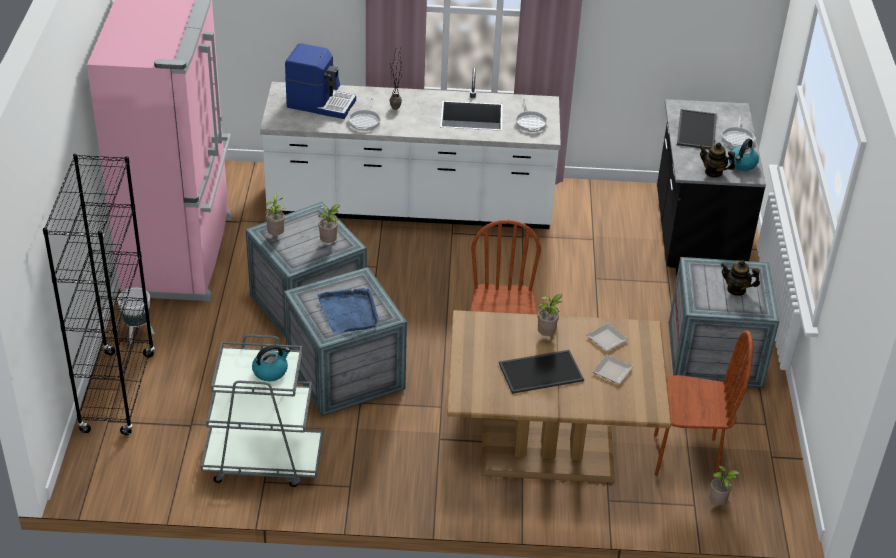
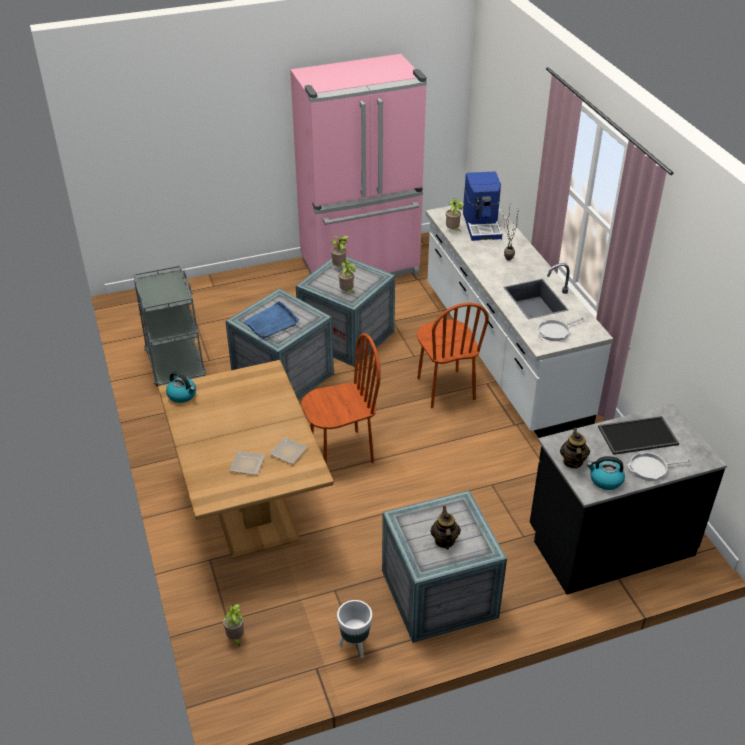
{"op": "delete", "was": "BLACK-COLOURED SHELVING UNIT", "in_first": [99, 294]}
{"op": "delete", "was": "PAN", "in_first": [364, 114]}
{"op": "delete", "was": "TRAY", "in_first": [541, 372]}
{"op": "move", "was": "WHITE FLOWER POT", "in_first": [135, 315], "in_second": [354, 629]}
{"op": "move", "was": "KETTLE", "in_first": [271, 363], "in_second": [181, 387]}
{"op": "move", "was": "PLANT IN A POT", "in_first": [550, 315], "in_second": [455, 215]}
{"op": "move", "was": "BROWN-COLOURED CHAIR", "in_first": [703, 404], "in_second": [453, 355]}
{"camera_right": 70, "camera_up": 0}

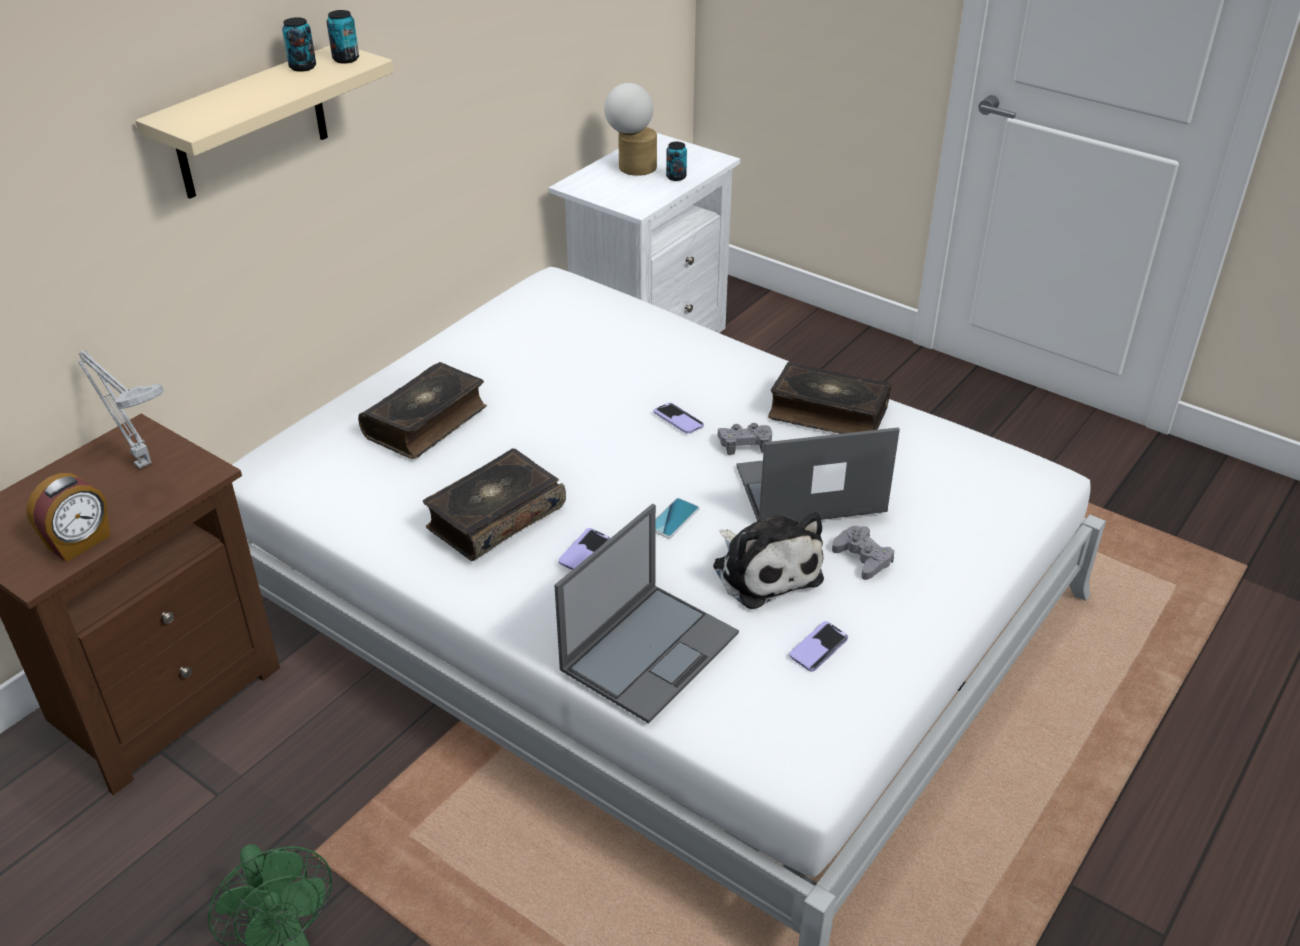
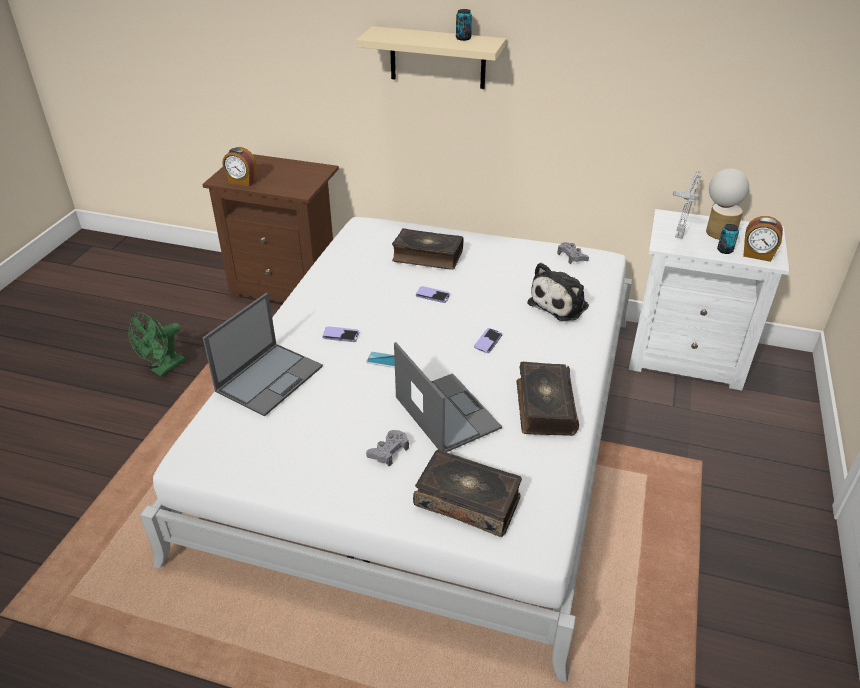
{"op": "delete", "was": "SEALED CAN", "in_first": [343, 37]}
{"op": "insert", "now": "TABLE CLOCK", "in_second": [763, 239]}
{"op": "move", "was": "GREY LAMP FOR A TABLE", "in_first": [121, 410], "in_second": [687, 205]}
{"op": "move", "was": "VOLUME", "in_first": [494, 504], "in_second": [467, 493]}
{"op": "move", "was": "CUDDLY TOY", "in_first": [768, 560], "in_second": [558, 291]}
{"op": "move", "was": "GREY JOYPAD", "in_first": [745, 439], "in_second": [573, 253]}
{"op": "move", "was": "TELEPHONE", "in_first": [818, 646], "in_second": [433, 294]}
{"op": "rotate", "was": "LAPTOP", "in_first": [646, 614], "in_second": [262, 355], "clockwise": -75}
{"camera_right": 70, "camera_up": 0}

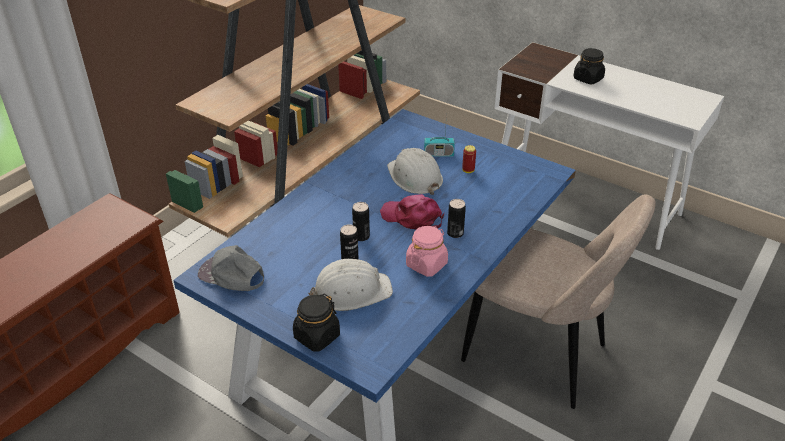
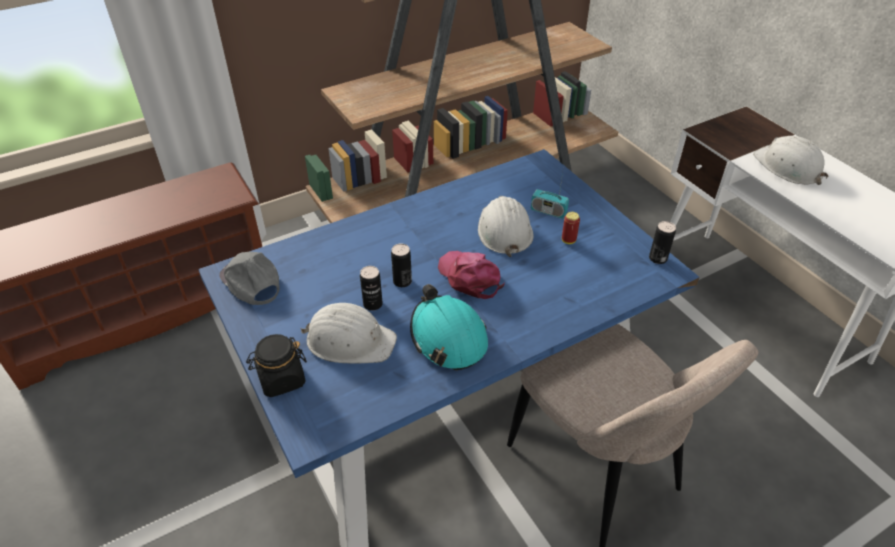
{"op": "move", "was": "SEALED CAN", "in_first": [456, 218], "in_second": [662, 242]}
{"op": "replace", "was": "PINKISH PRESERVE JAR", "now": "TURQUOISE SAFETY HELMET", "in_first": [427, 251], "in_second": [449, 327]}
{"op": "replace", "was": "BLACK-COLOURED PRESERVE JAR", "now": "WHITE SAFETY HELMET", "in_first": [589, 66], "in_second": [790, 160]}
{"camera_right": 25, "camera_up": 5}

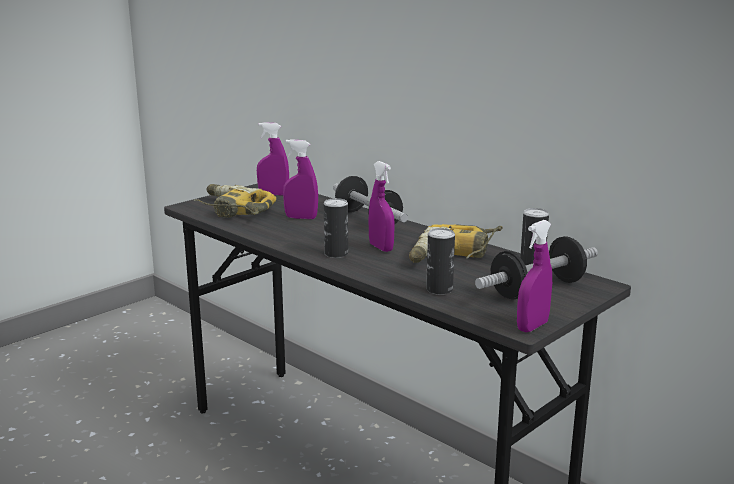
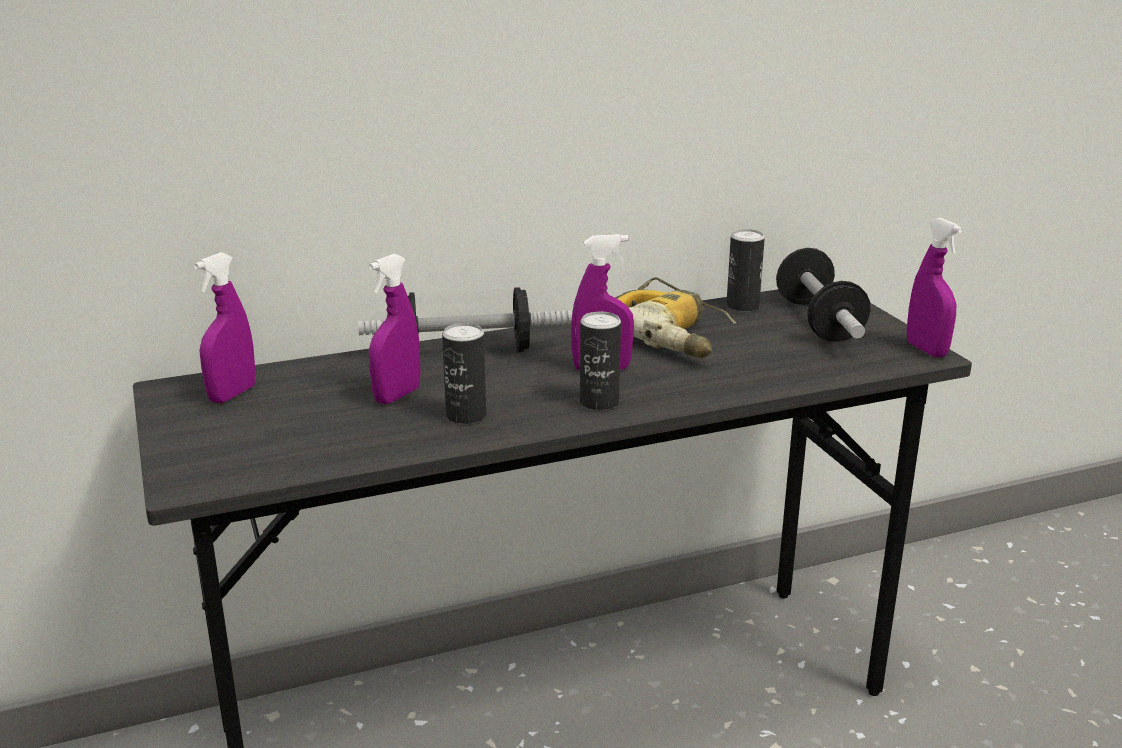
{"op": "delete", "was": "POWER DRILL", "in_first": [235, 201]}
{"op": "move", "was": "SEALED CAN", "in_first": [440, 261], "in_second": [464, 373]}
{"camera_right": -65, "camera_up": 5}

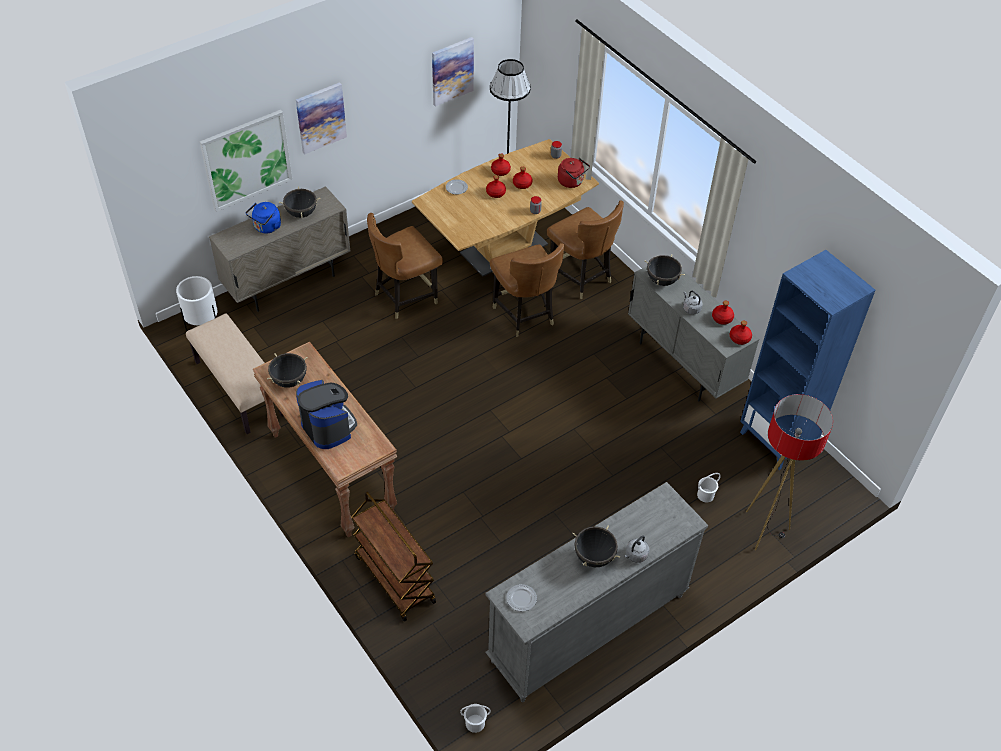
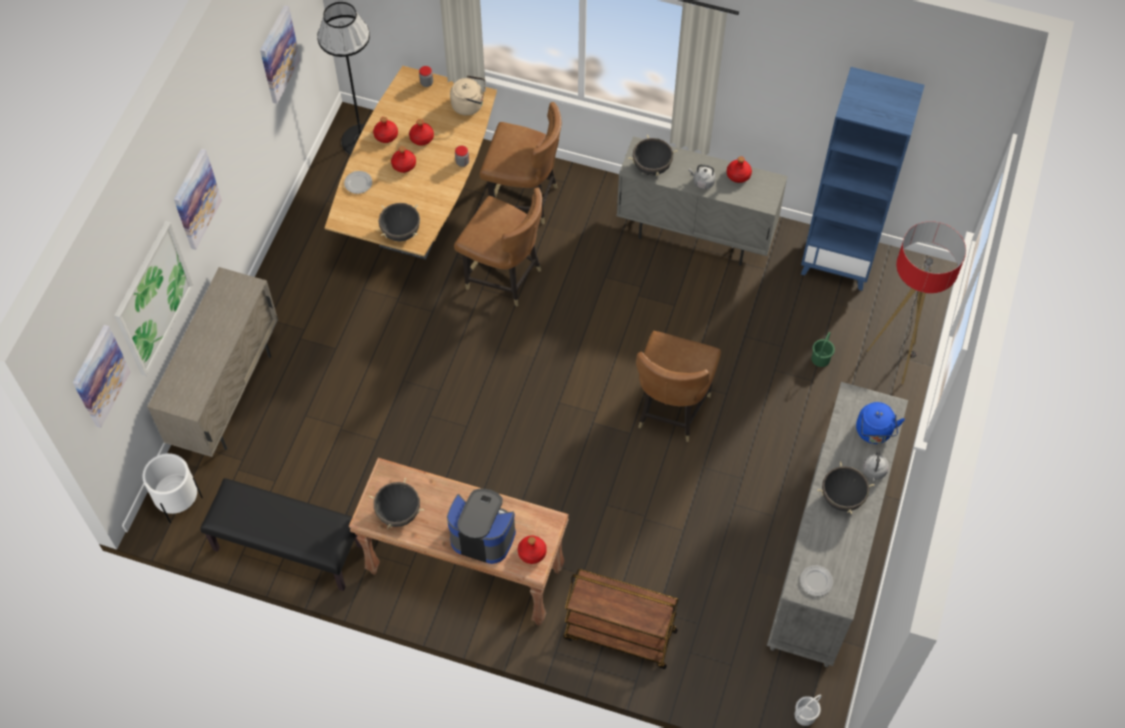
{"op": "insert", "now": "WALL PICTURE", "in_second": [102, 376]}
{"op": "move", "was": "BLUISH KETTLE", "in_first": [263, 217], "in_second": [880, 423]}
{"op": "move", "was": "BLACK-COLOURED COOKING POT", "in_first": [300, 202], "in_second": [399, 222]}
{"op": "move", "was": "BROWN-COLOURED CHAIR", "in_first": [405, 266], "in_second": [678, 386]}
{"op": "move", "was": "REDDISH BEVERAGE BOTTLE", "in_first": [741, 332], "in_second": [532, 550]}
{"op": "recolor", "was": "SAND-COLOURED INDOOR BENCH", "now": "BLACK-COLOURED INDOOR BENCH", "in_first": [234, 373], "in_second": [281, 534]}
{"op": "recolor", "was": "REDDISH KETTLE", "now": "SAND-COLOURED KETTLE", "in_first": [574, 173], "in_second": [468, 95]}
{"op": "recolor", "was": "WHITE BUCKET", "now": "GREEN-COLOURED BUCKET", "in_first": [709, 487], "in_second": [823, 349]}
{"camera_right": -35, "camera_up": 10}

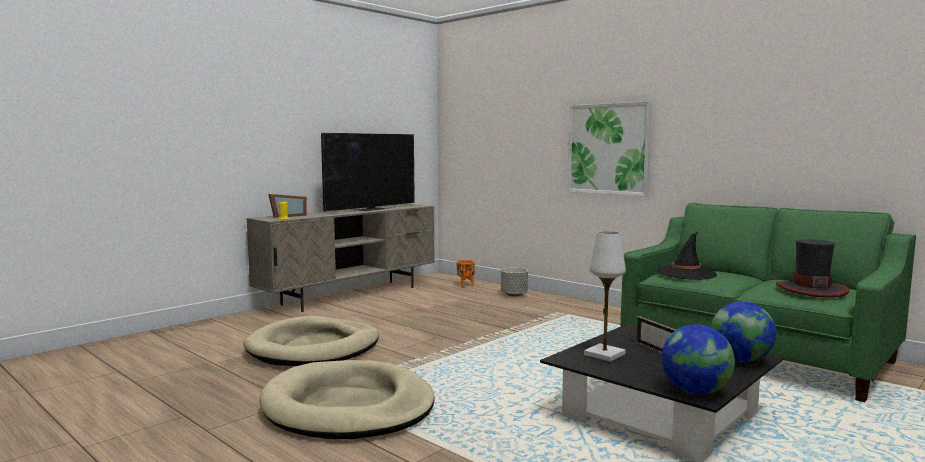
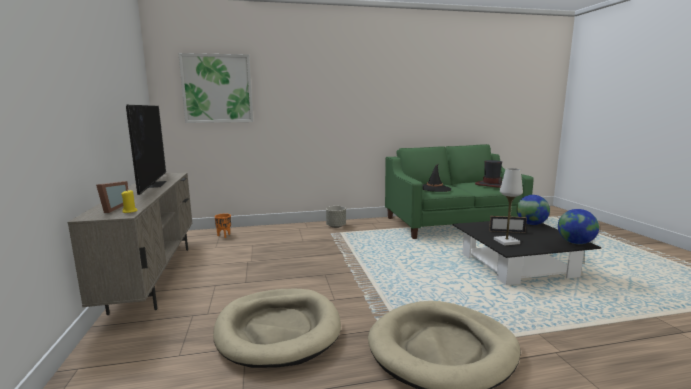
{"op": "move", "was": "GREY FLOWER POT", "in_first": [514, 282], "in_second": [336, 217]}
{"op": "move", "was": "WALL PICTURE", "in_first": [609, 149], "in_second": [215, 88]}
{"camera_right": -55, "camera_up": 5}

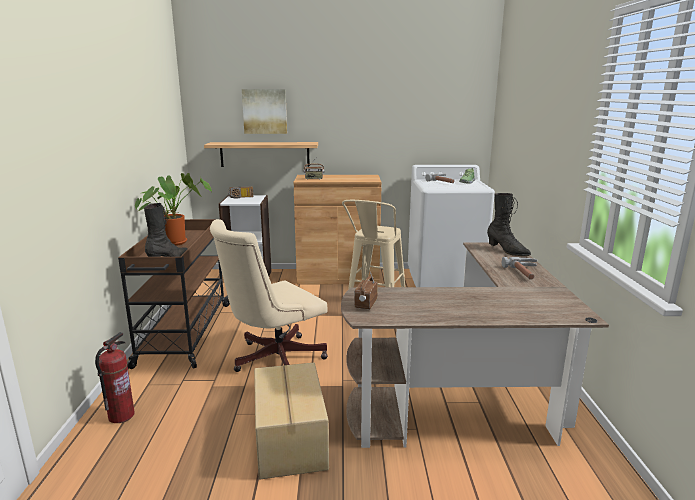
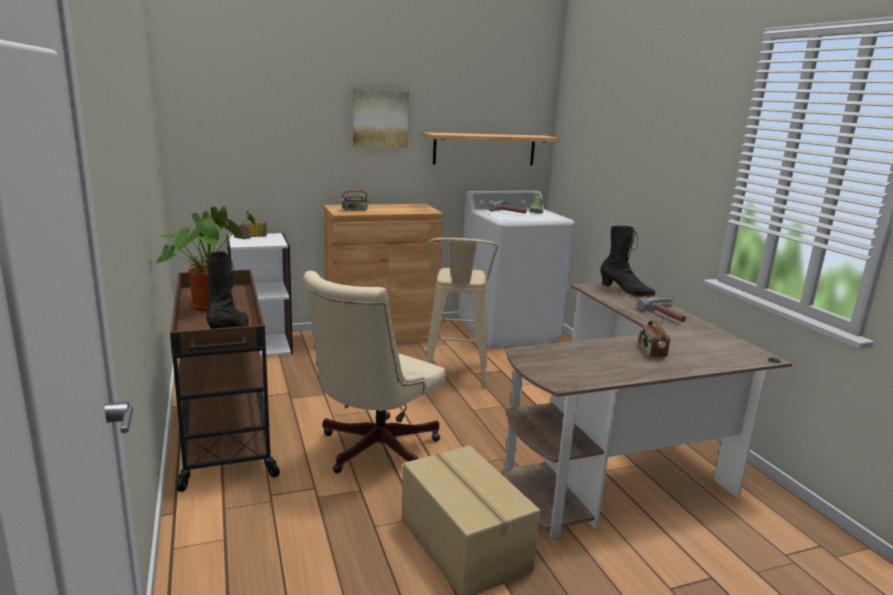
{"op": "delete", "was": "EXTINGUISHER", "in_first": [115, 377]}
{"op": "move", "was": "SHELF", "in_first": [261, 154], "in_second": [491, 148]}
{"op": "move", "was": "WALL PICTURE", "in_first": [264, 111], "in_second": [381, 118]}
{"op": "move", "was": "RADIO", "in_first": [366, 291], "in_second": [654, 336]}
{"camera_right": -20, "camera_up": 0}

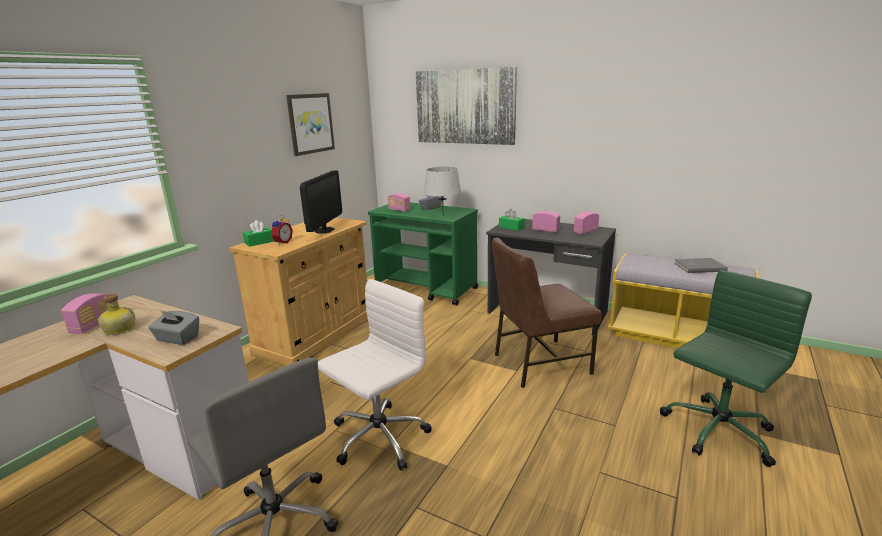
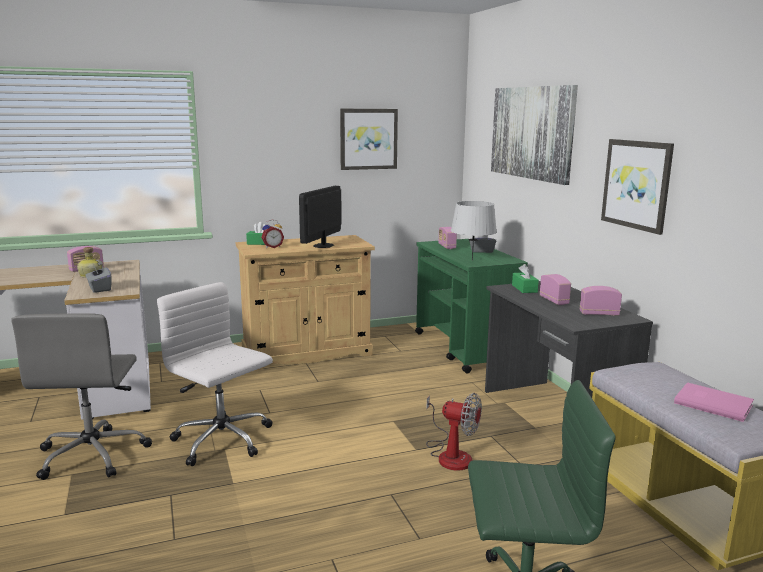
{"op": "insert", "now": "WALL PICTURE", "in_second": [637, 187]}
{"op": "replace", "was": "BROWN-COLOURED CHAIR", "now": "ELECTRIC FAN", "in_first": [547, 313], "in_second": [454, 432]}
{"op": "recolor", "was": "GREY VOLUME", "now": "PINKISH VOLUME", "in_first": [701, 265], "in_second": [714, 402]}
{"op": "rotate", "was": "MONITOR", "in_first": [321, 202], "in_second": [320, 217], "clockwise": 150}
{"op": "rotate", "was": "WHITE COMPUTER CHAIR", "in_first": [375, 375], "in_second": [215, 374], "clockwise": -135}
{"camera_right": 40, "camera_up": -5}

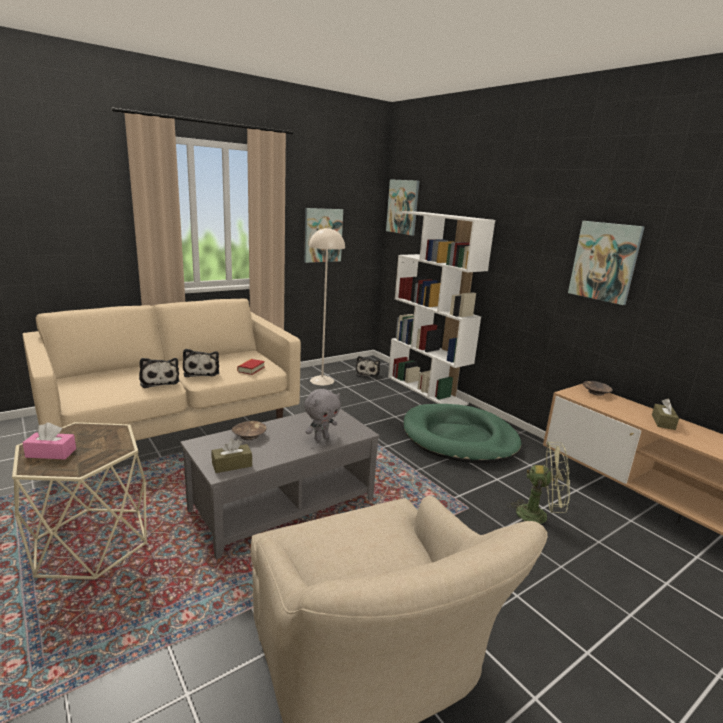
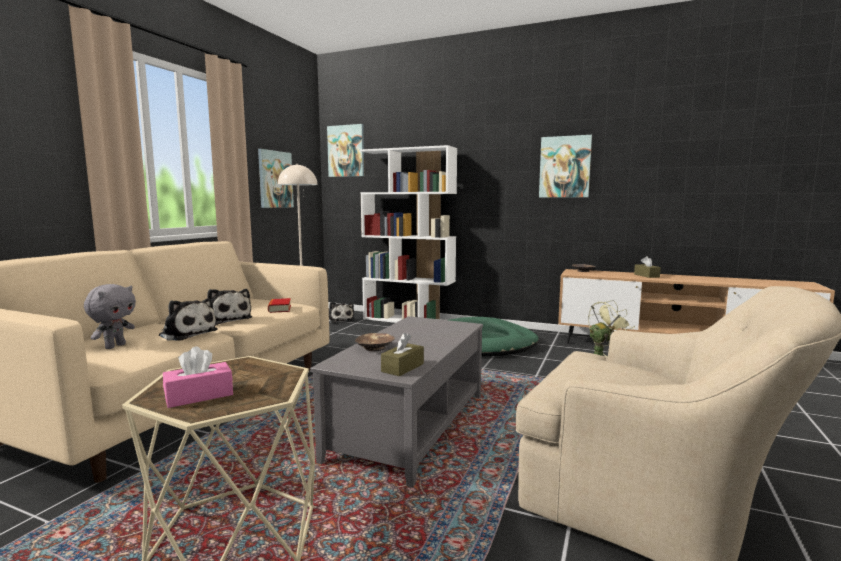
{"op": "move", "was": "GREY CUDDLY TOY", "in_first": [322, 415], "in_second": [110, 316]}
{"camera_right": -30, "camera_up": -10}

